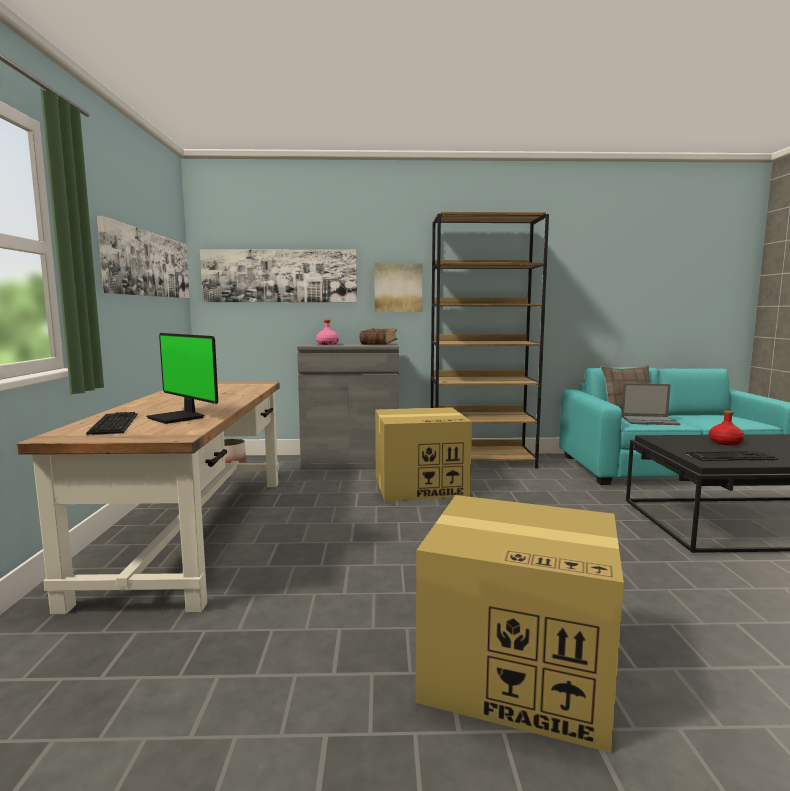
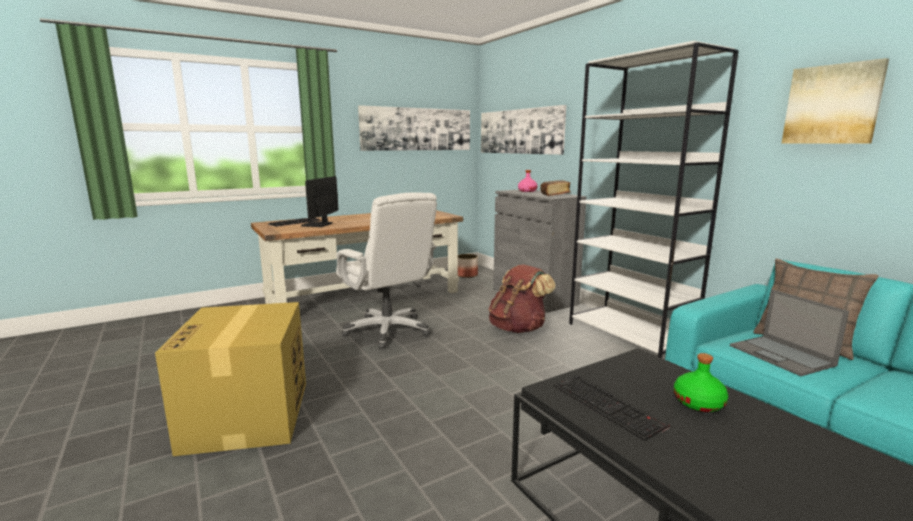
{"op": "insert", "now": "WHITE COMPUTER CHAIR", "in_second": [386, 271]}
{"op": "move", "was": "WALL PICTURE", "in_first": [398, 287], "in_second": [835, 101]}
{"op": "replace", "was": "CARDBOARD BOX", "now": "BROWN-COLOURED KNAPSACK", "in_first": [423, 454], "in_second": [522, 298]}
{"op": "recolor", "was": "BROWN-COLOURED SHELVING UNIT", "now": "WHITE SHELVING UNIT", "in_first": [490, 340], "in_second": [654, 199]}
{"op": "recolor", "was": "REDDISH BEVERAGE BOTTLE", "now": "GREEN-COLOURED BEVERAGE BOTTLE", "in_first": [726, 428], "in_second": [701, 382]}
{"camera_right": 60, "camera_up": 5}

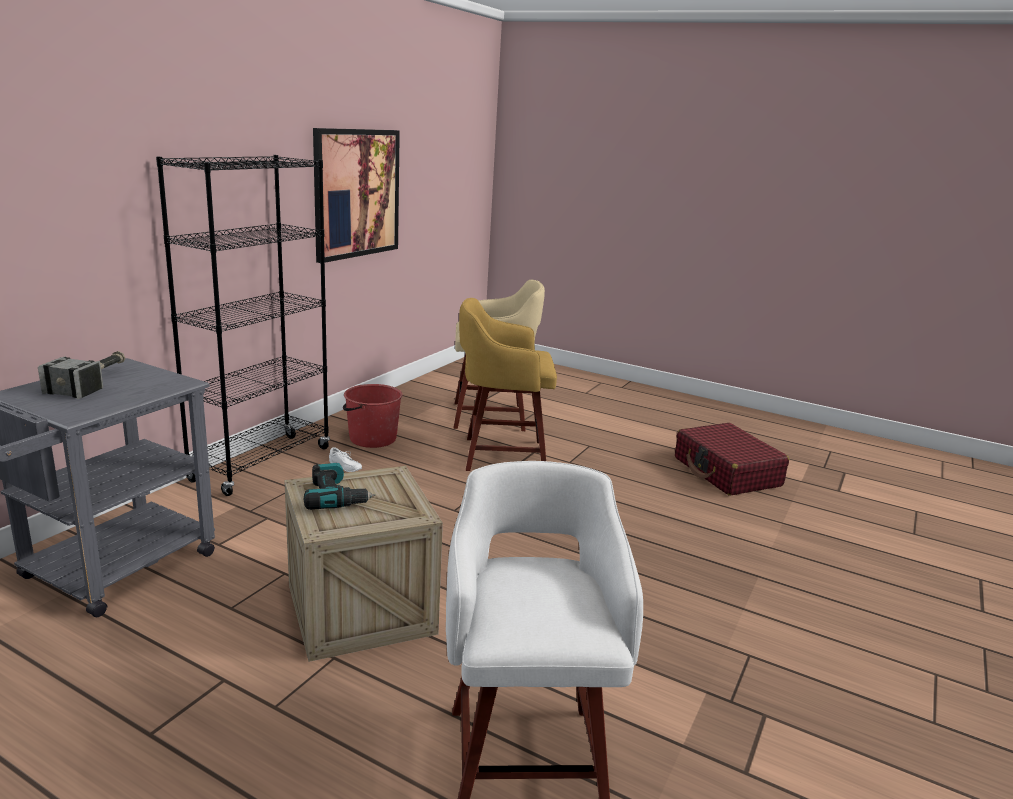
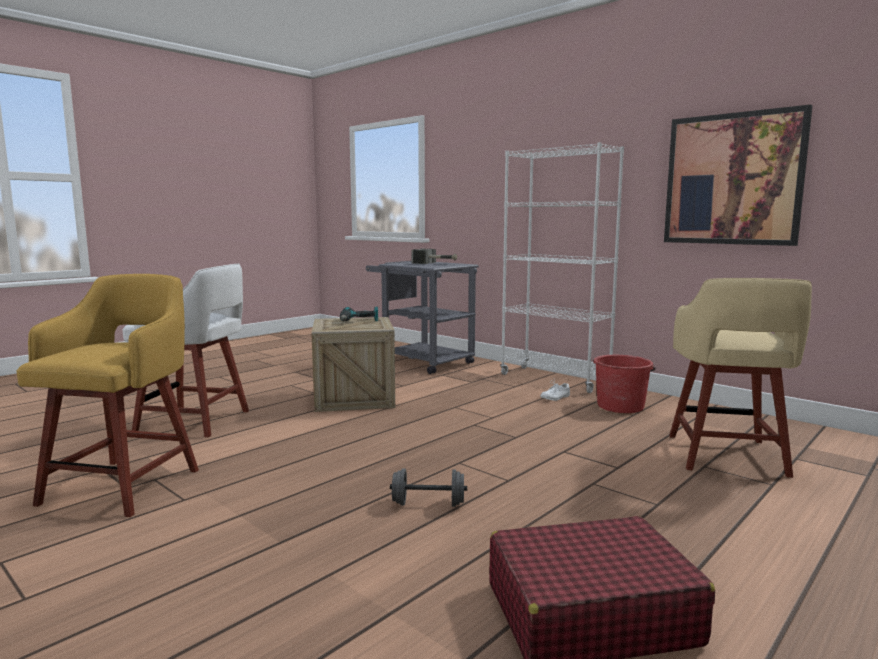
{"op": "insert", "now": "GREY HAND WEIGHT", "in_second": [428, 487]}
{"op": "move", "was": "YELLOW STOOL", "in_first": [508, 384], "in_second": [107, 395]}
{"op": "recolor", "was": "BLACK-COLOURED SHELVING UNIT", "now": "WHITE SHELVING UNIT", "in_first": [243, 325], "in_second": [562, 267]}
{"camera_right": 105, "camera_up": -10}

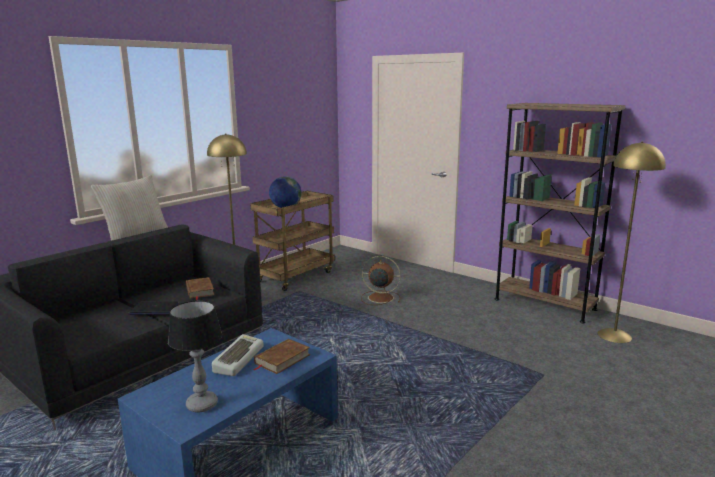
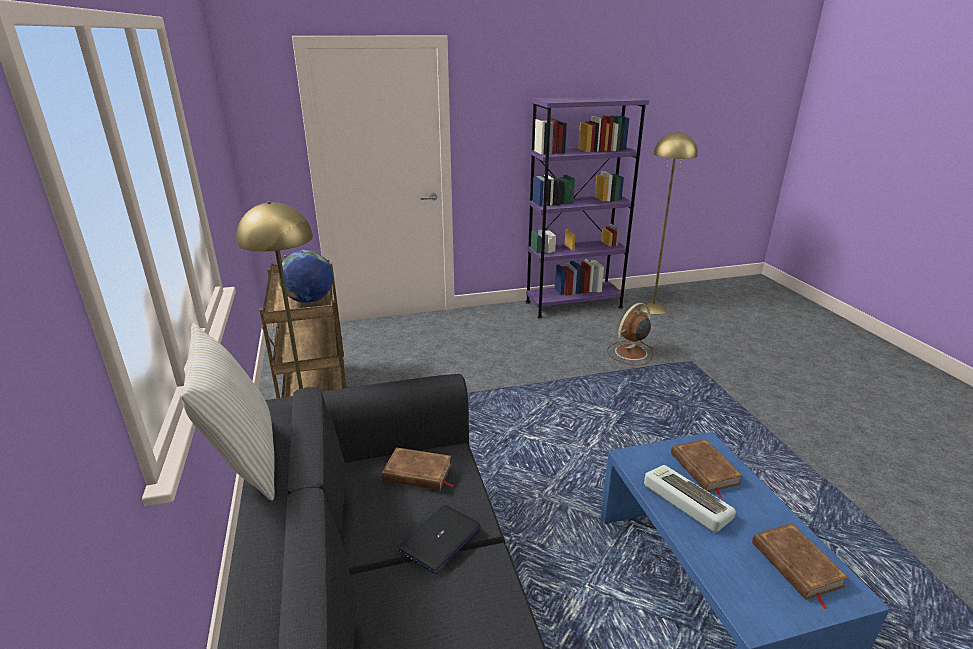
{"op": "move", "was": "BROWN-COLOURED ELECTRIC FAN", "in_first": [381, 280], "in_second": [630, 334]}
{"op": "replace", "was": "LAMP FOR A TABLE", "now": "BROWN-COLOURED VOLUME", "in_first": [195, 356], "in_second": [800, 566]}
{"op": "recolor", "was": "BROWN-COLOURED SHELVING UNIT", "now": "PURPLE-COLOURED SHELVING UNIT", "in_first": [560, 213], "in_second": [587, 207]}
{"camera_right": -55, "camera_up": 10}

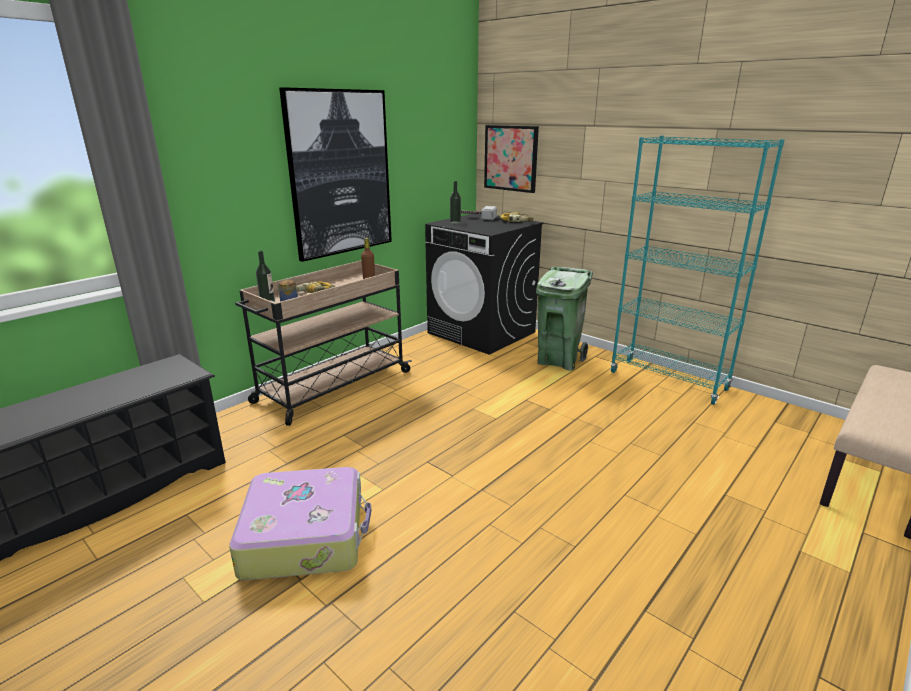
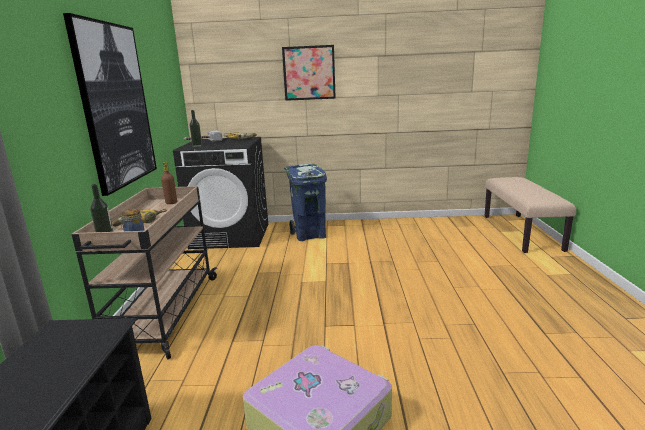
{"op": "delete", "was": "TURQUOISE SHELVING UNIT", "in_first": [697, 270]}
{"op": "move", "was": "WALL PICTURE", "in_first": [511, 159], "in_second": [309, 73]}
{"op": "recolor", "was": "GREEN-COLOURED WASTE BIN", "now": "BLUISH WASTE BIN", "in_first": [564, 319], "in_second": [305, 202]}
{"camera_right": -40, "camera_up": -5}

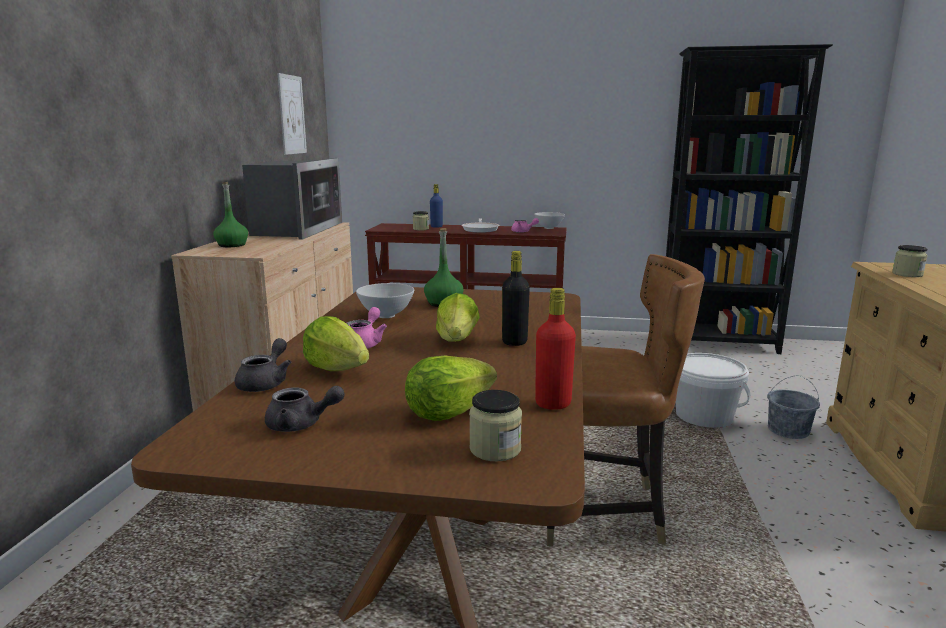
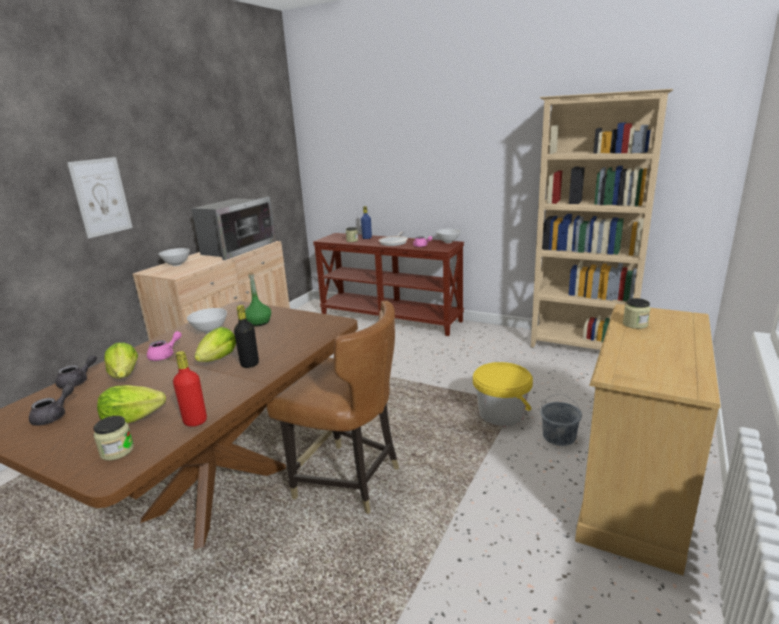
{"op": "move", "was": "WALL PICTURE", "in_first": [292, 114], "in_second": [100, 197]}
{"op": "replace", "was": "GREEN-COLOURED BEVERAGE BOTTLE", "now": "WHITE BOWL", "in_first": [230, 214], "in_second": [174, 257]}
{"op": "recolor", "was": "BLACK-COLOURED SHELVING UNIT", "now": "SAND-COLOURED SHELVING UNIT", "in_first": [749, 199], "in_second": [602, 219]}
{"op": "recolor", "was": "WHITE BUCKET", "now": "YELLOW BUCKET", "in_first": [713, 390], "in_second": [503, 394]}
{"op": "rotate", "was": "GREY TEAPOT", "in_first": [305, 409], "in_second": [51, 405], "clockwise": -90}
{"camera_right": 20, "camera_up": 5}

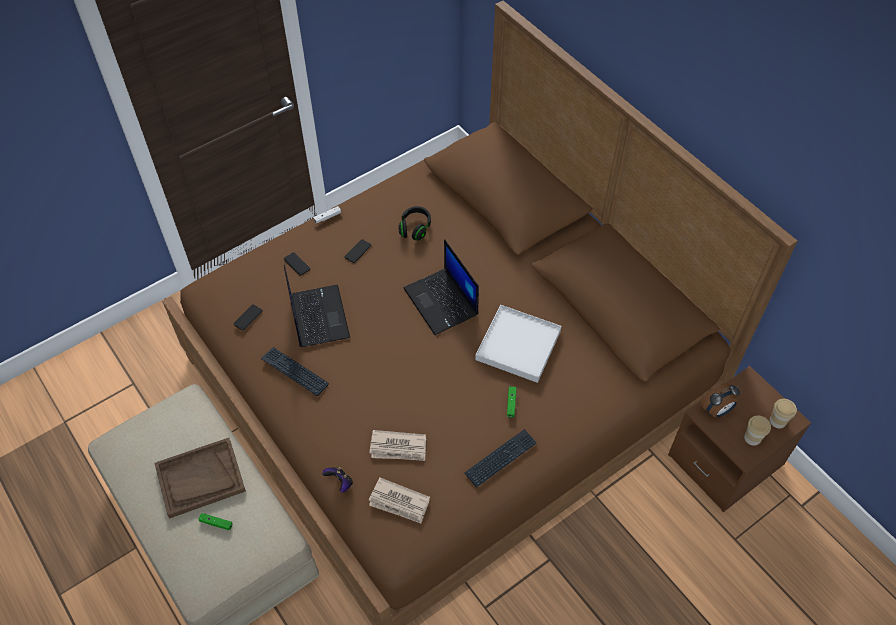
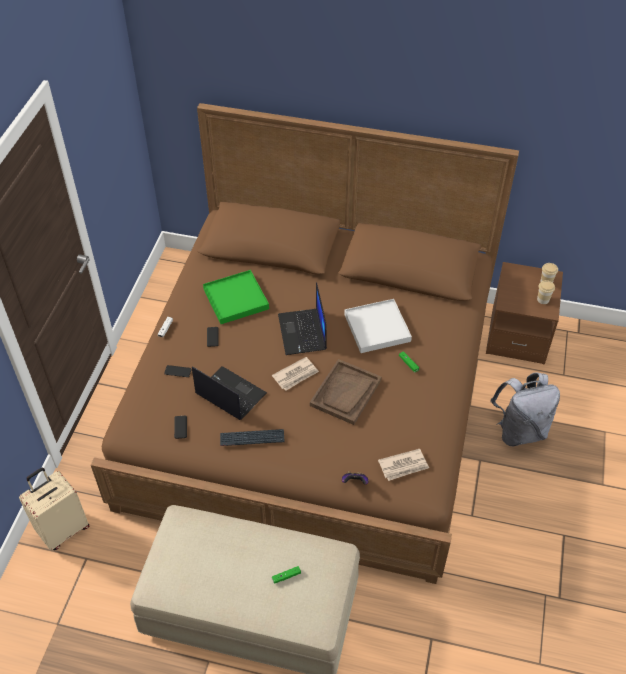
{"op": "delete", "was": "KEYBOARD", "in_first": [501, 458]}
{"op": "delete", "was": "TABLE CLOCK", "in_first": [720, 400]}
{"op": "insert", "now": "SAND-COLOURED PIECE OF LUGGAGE", "in_second": [54, 509]}
{"op": "insert", "now": "GREY KNAPSACK", "in_second": [525, 409]}
{"op": "move", "was": "BROWN-COLOURED TRAY", "in_first": [200, 478], "in_second": [345, 392]}
{"op": "move", "was": "DAILY PAPER", "in_first": [397, 445], "in_second": [295, 374]}
{"op": "replace", "was": "BLACK-COLOURED HEADSET", "now": "GREEN-COLOURED TRAY", "in_first": [414, 223], "in_second": [236, 297]}
{"op": "rotate", "was": "LAPTOP", "in_first": [441, 287], "in_second": [302, 318], "clockwise": 60}
{"camera_right": -40, "camera_up": -5}

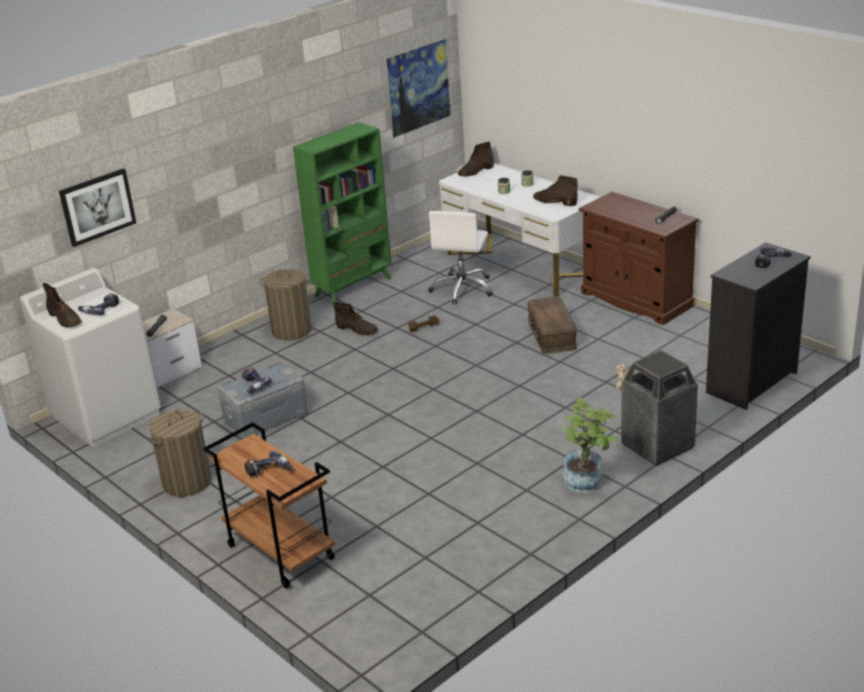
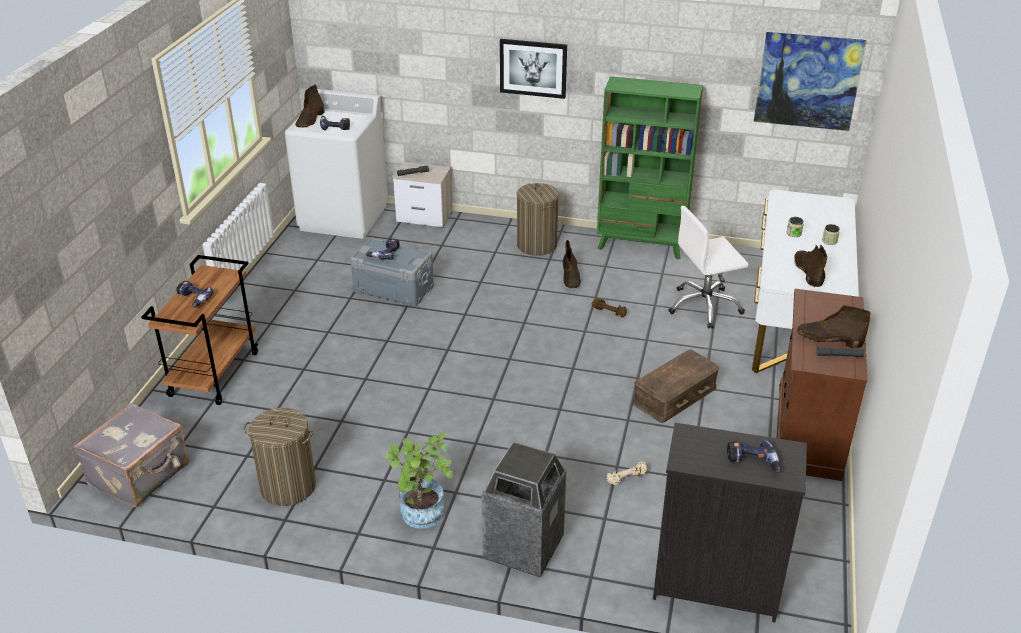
{"op": "insert", "now": "GREY PIECE OF LUGGAGE", "in_second": [131, 455]}
{"op": "move", "was": "WALL PICTURE", "in_first": [97, 207], "in_second": [533, 69]}
{"op": "move", "was": "WASHING BASKET", "in_first": [179, 453], "in_second": [280, 457]}
{"op": "move", "was": "BROWN-COLOURED BOOT", "in_first": [476, 158], "in_second": [834, 326]}
{"camera_right": 55, "camera_up": 5}

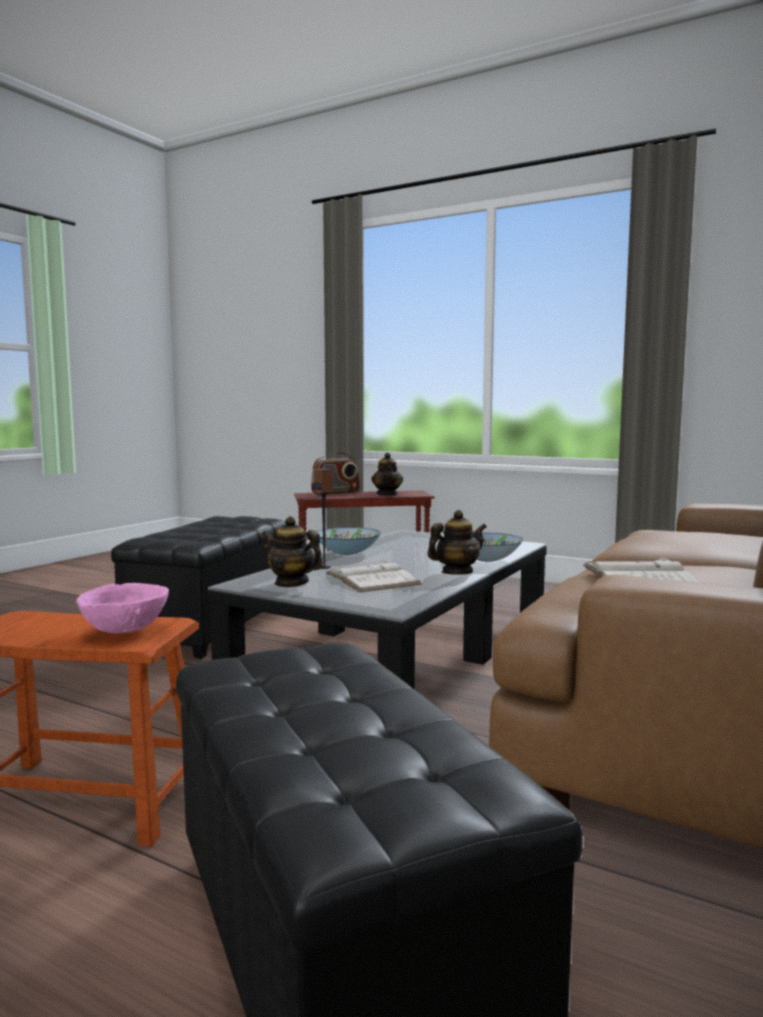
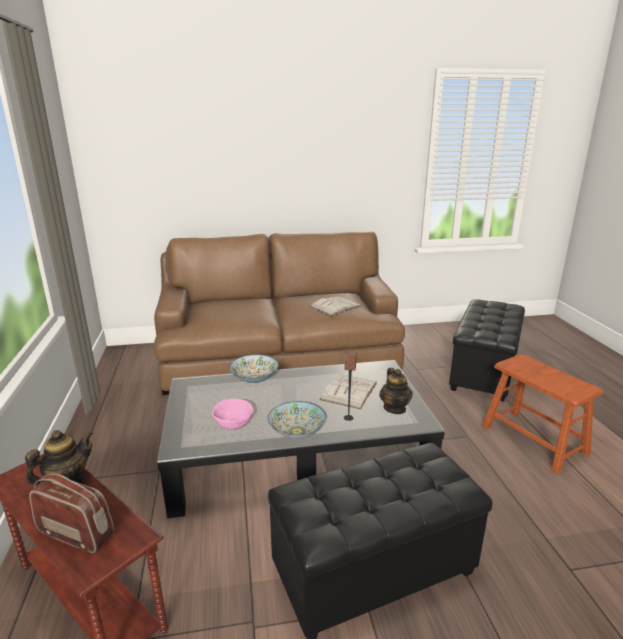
{"op": "delete", "was": "TEAPOT", "in_first": [457, 542]}
{"op": "move", "was": "PINKISH BOWL", "in_first": [122, 608], "in_second": [232, 414]}
{"camera_right": -130, "camera_up": 15}

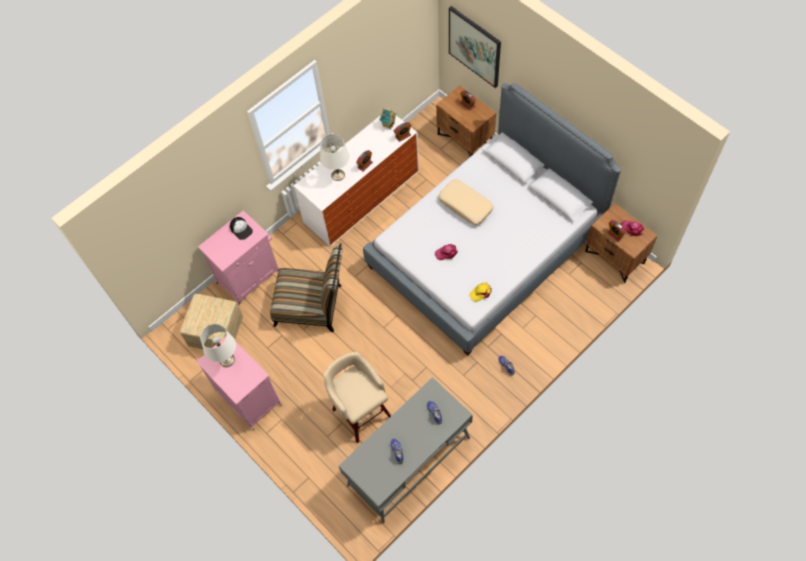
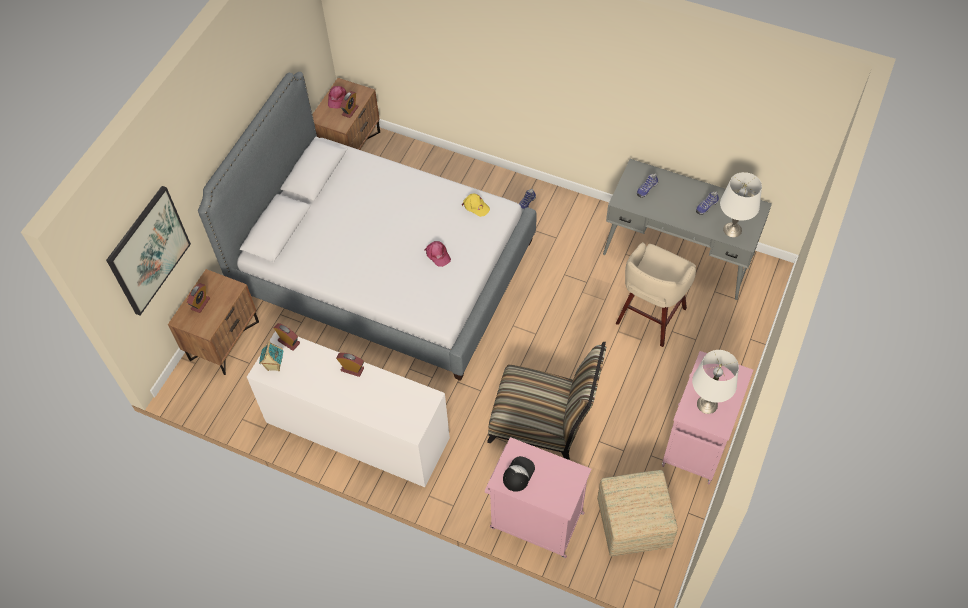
{"op": "delete", "was": "SAND-COLOURED PILLOW", "in_first": [466, 202]}
{"op": "move", "was": "WHITE LAMP FOR A TABLE", "in_first": [334, 157], "in_second": [741, 204]}
{"op": "rotate", "was": "CHAIR", "in_first": [306, 287], "in_second": [546, 401], "clockwise": 120}
{"camera_right": -115, "camera_up": -5}

